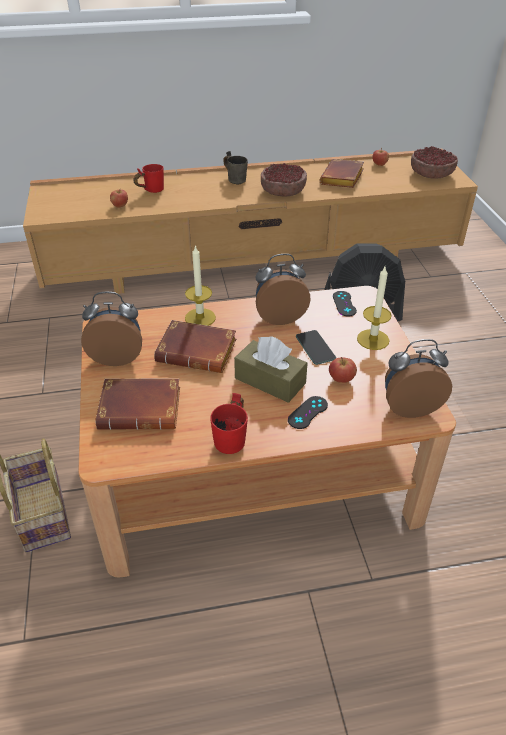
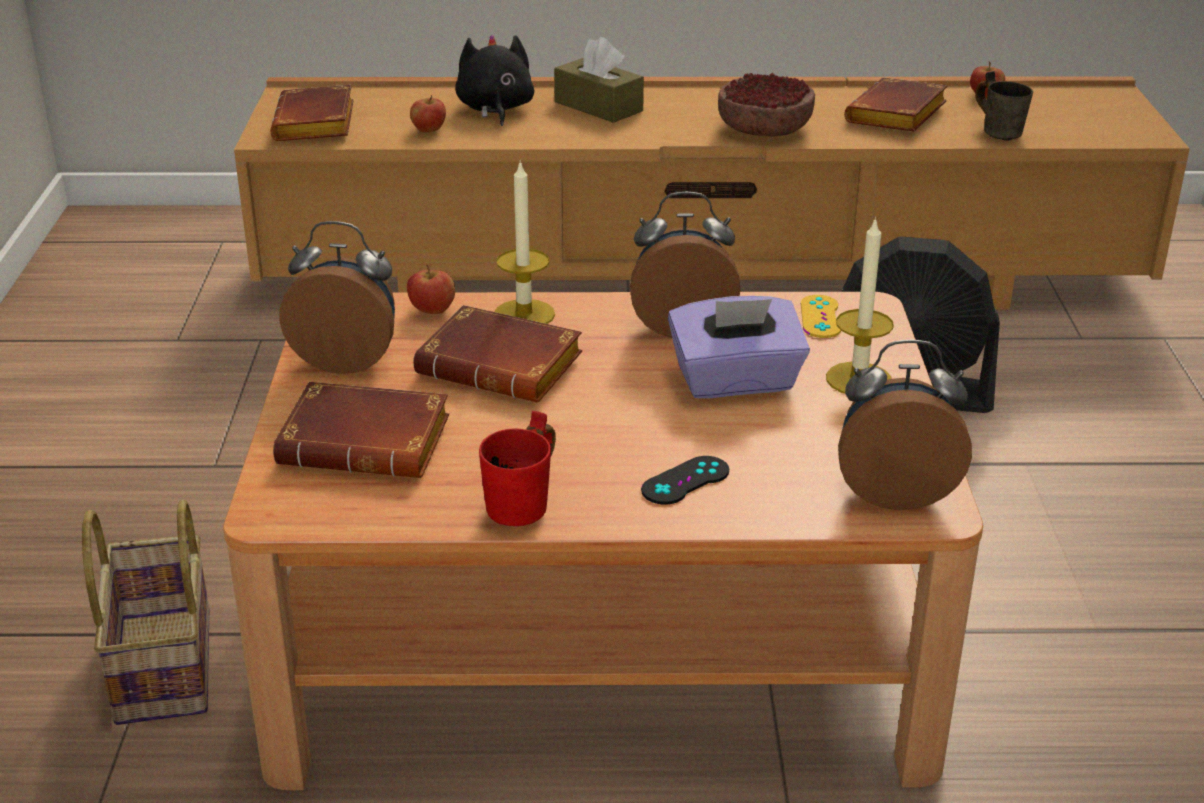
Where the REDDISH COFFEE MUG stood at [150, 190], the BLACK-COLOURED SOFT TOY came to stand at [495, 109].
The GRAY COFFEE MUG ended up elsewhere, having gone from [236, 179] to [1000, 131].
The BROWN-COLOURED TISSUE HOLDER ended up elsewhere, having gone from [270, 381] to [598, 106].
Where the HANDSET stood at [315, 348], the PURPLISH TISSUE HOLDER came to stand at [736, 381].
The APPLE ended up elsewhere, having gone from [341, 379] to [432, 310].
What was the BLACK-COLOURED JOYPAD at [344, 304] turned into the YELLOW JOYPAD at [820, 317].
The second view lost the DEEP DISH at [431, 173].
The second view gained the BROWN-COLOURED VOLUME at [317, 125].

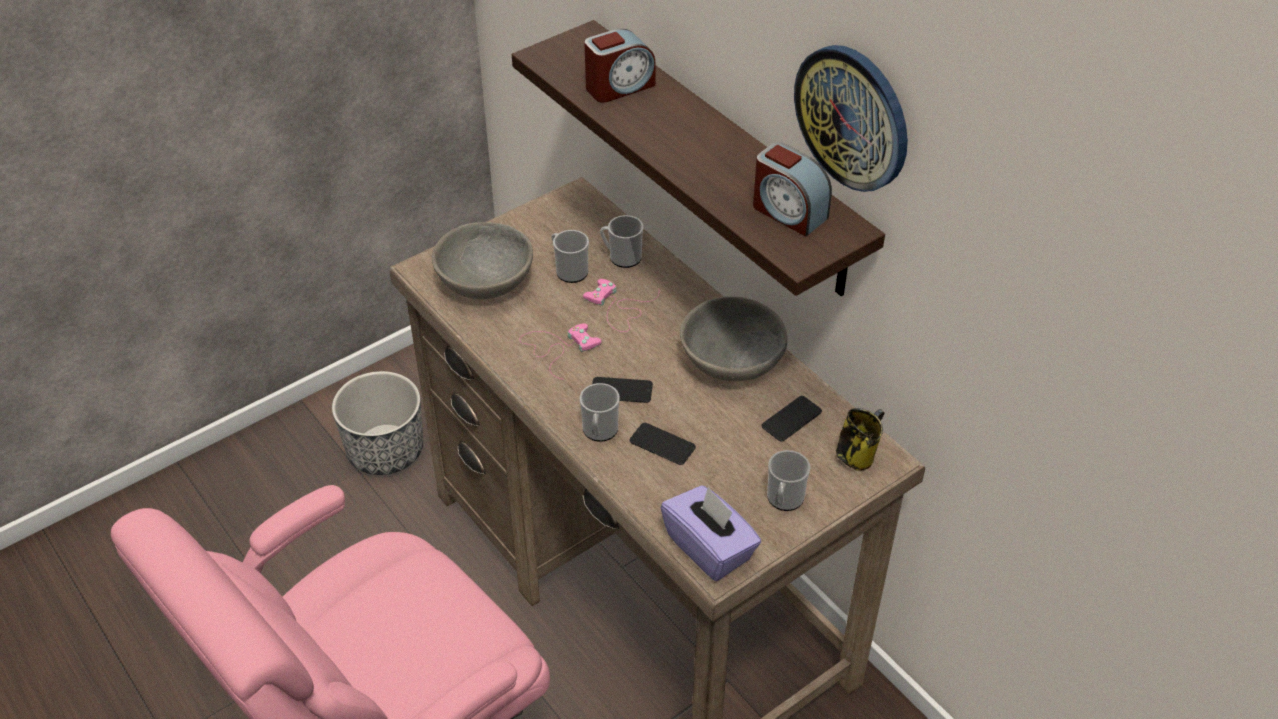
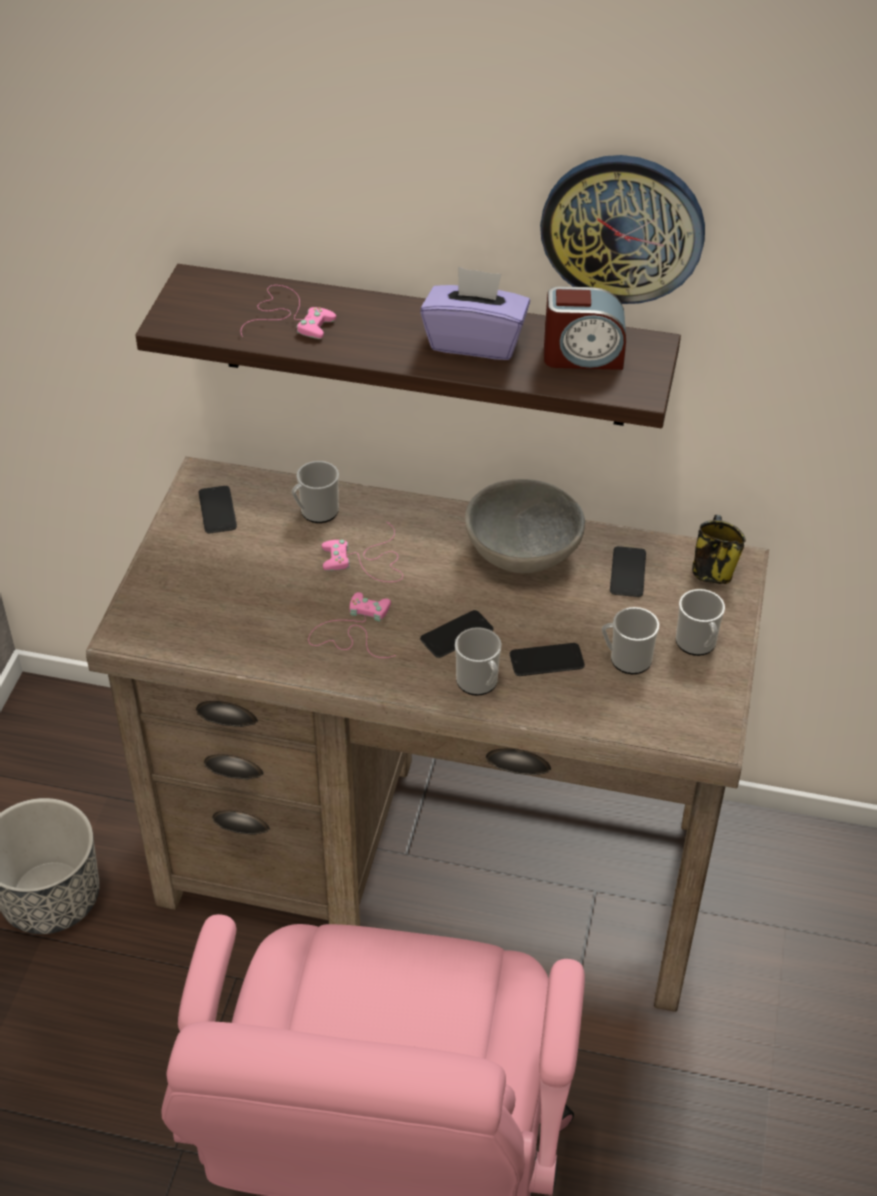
The second view lost the GRAY DEEP DISH at [486, 281].
The COFFEE MUG ended up elsewhere, having gone from [569, 270] to [626, 659].
Where the TABLE CLOCK stood at [619, 86], the PINKISH JOYPAD came to stand at [288, 316].
The PURPLISH TISSUE HOLDER ended up elsewhere, having gone from [709, 548] to [475, 341].
The second view gained the HANDSET at [217, 510].

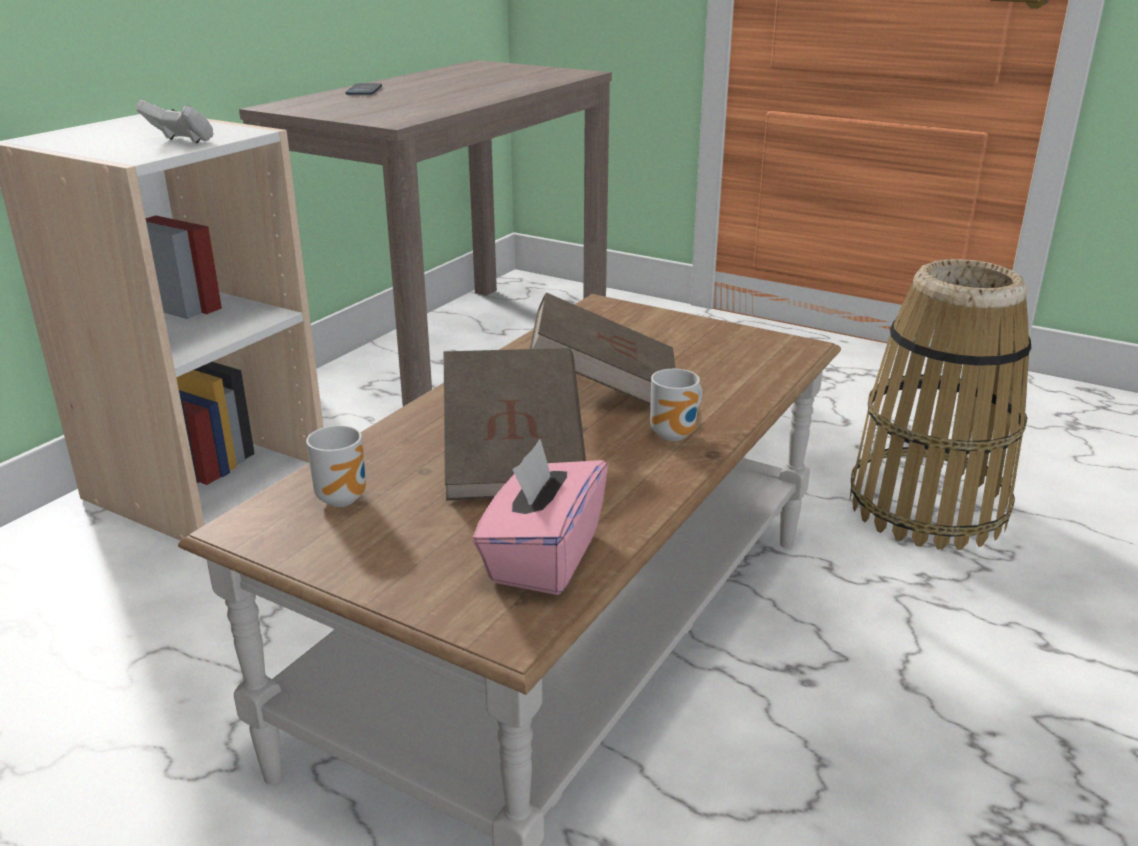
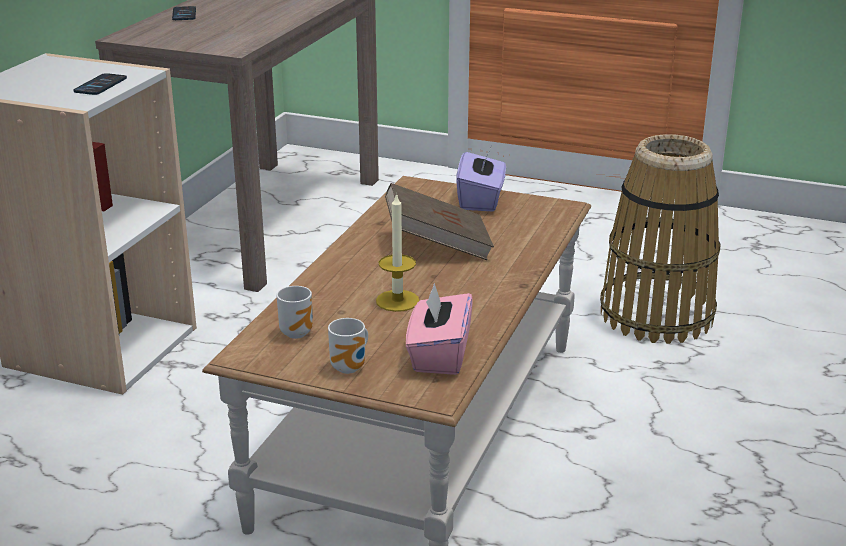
Where the WHITISH JOYPAD stood at [181, 141], the HANDSET came to stand at [100, 85].
Where the BROWN-COLOURED VOLUME stood at [514, 461], the WAX CANDLE came to stand at [397, 301].
The COFFEE MUG ended up elsewhere, having gone from [676, 435] to [351, 368].
The second view gained the PURPLISH TISSUE HOLDER at [481, 200].

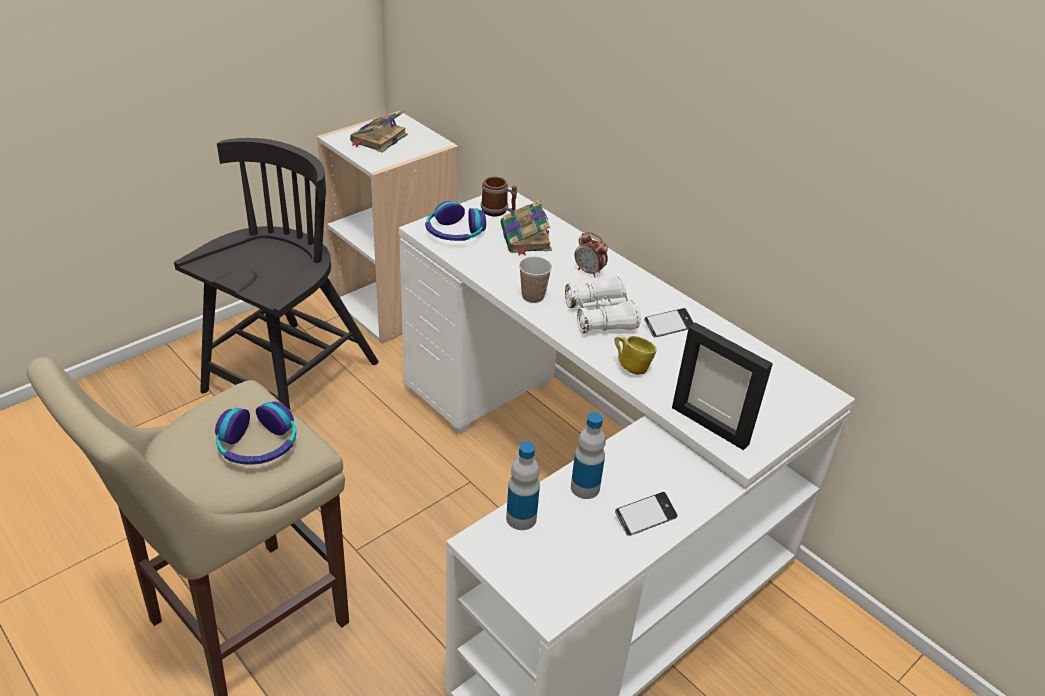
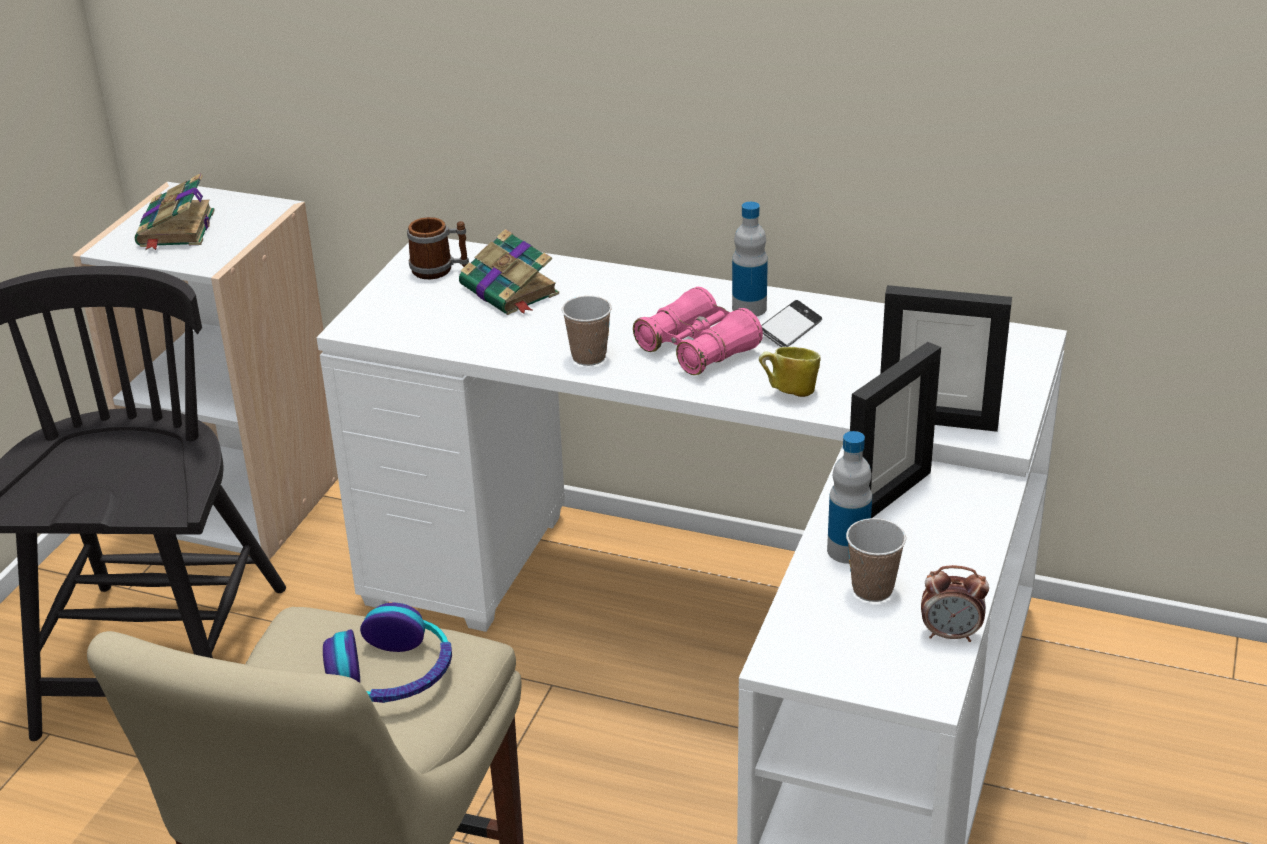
The second view lost the PAIR OF HEADPHONES at [455, 233].
The DRINK BOTTLE ended up elsewhere, having gone from [521, 518] to [749, 308].
What was the WHITISH PAIR OF BINOCULARS at [600, 316] turned into the PINKISH PAIR OF BINOCULARS at [697, 349].
The TABLE CLOCK ended up elsewhere, having gone from [589, 272] to [951, 634].
The second view lost the HANDSET at [645, 517].
The second view gained the CUP at [872, 589].
The second view gained the STANDING FRAME at [886, 496].

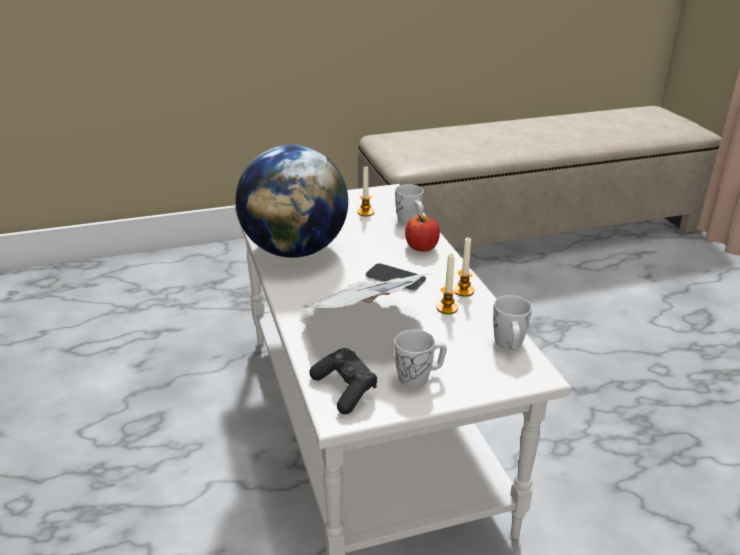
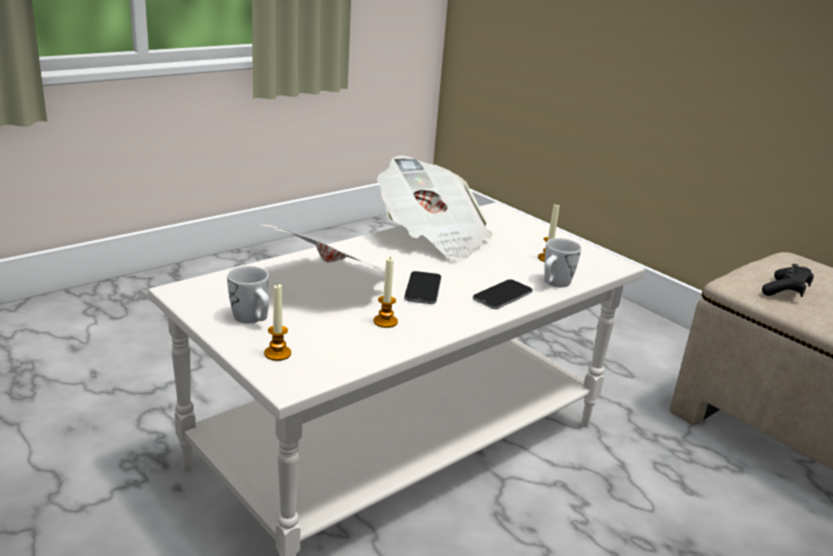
Where the WORLD GLOBE stood at [294, 250], the PRINTED PAPER came to stand at [433, 237].
The BLACK-COLOURED JOYPAD ended up elsewhere, having gone from [345, 389] to [785, 291].
Where the APPLE stood at [422, 247], the HANDSET came to stand at [502, 295].
The WAX CANDLE ended up elsewhere, having gone from [463, 291] to [277, 353].
The second view lost the WHITISH COFFEE MUG at [509, 345].

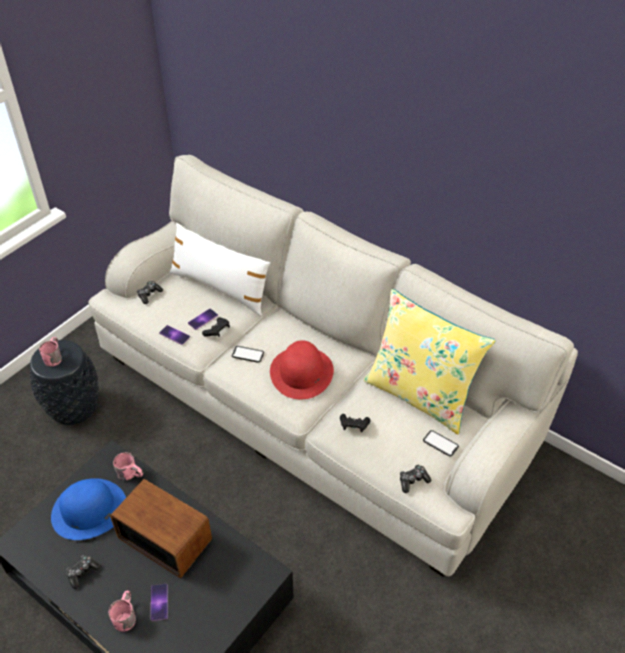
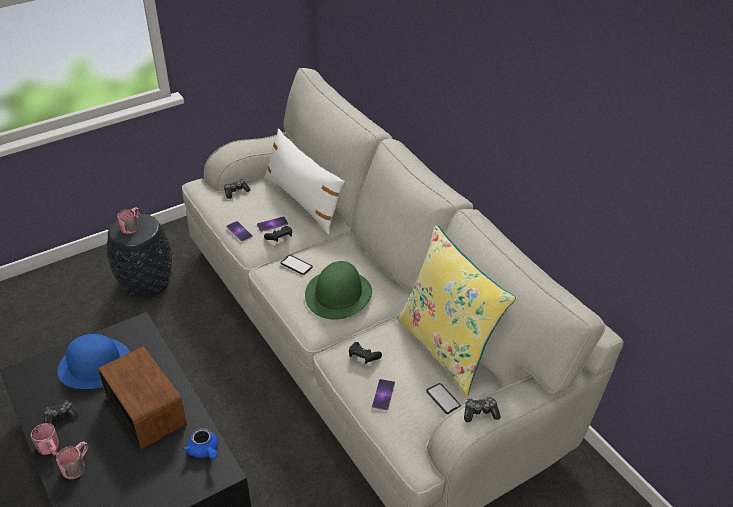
The PINKISH COFFEE MUG ended up elsewhere, having gone from [131, 473] to [52, 448].
The HANDSET ended up elsewhere, having gone from [159, 602] to [383, 394].
What was the REDDISH WEARABLE HAT at [301, 372] turned into the GREEN WEARABLE HAT at [338, 294].
The JOYPAD ended up elsewhere, having gone from [413, 481] to [480, 413].
The second view gained the BLUISH TEAPOT at [204, 451].

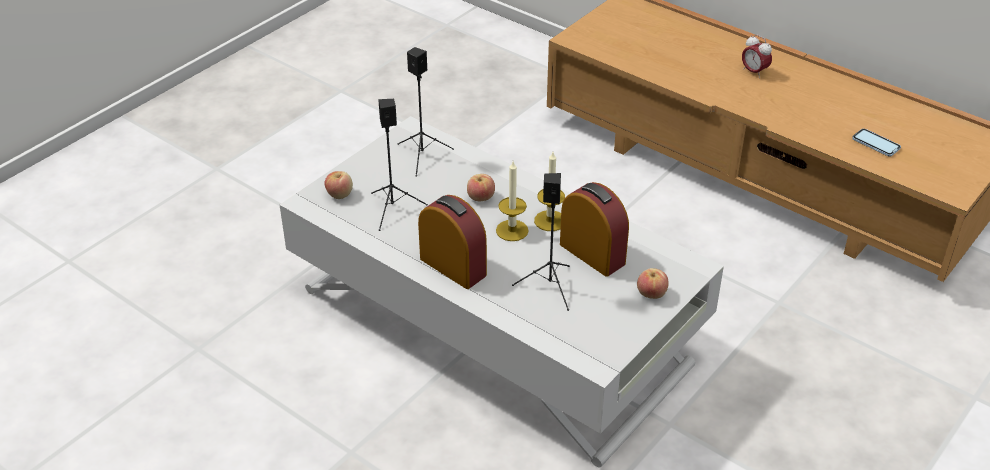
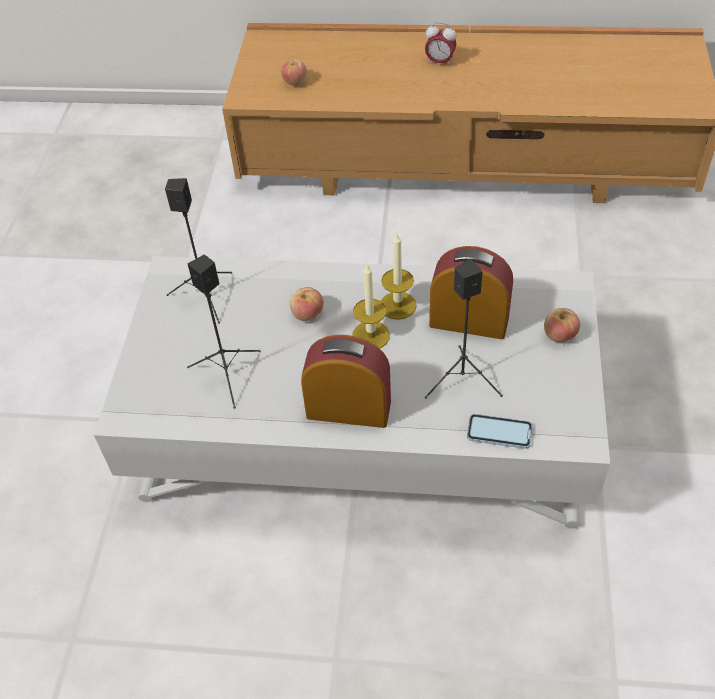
The APPLE ended up elsewhere, having gone from [339, 194] to [295, 82].
The HANDSET ended up elsewhere, having gone from [875, 144] to [499, 432].

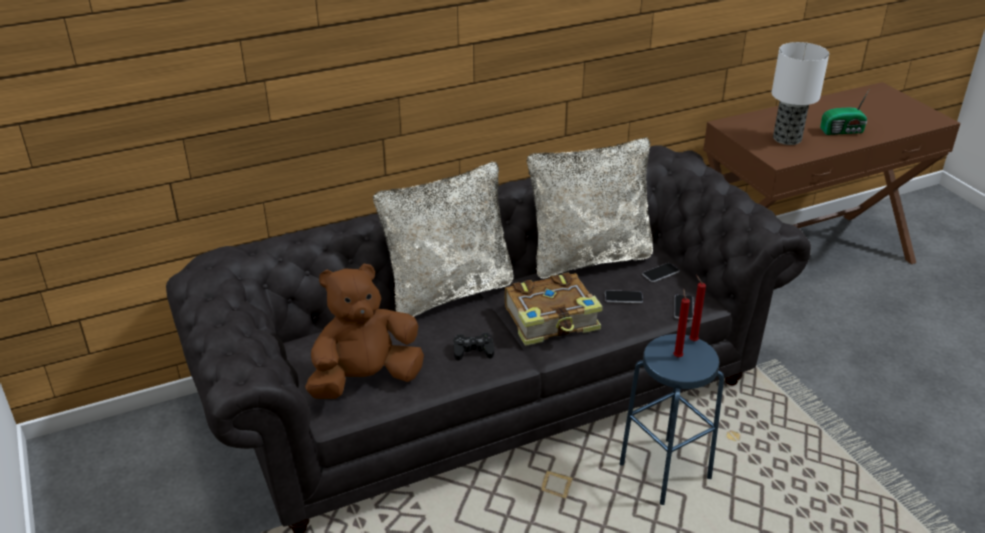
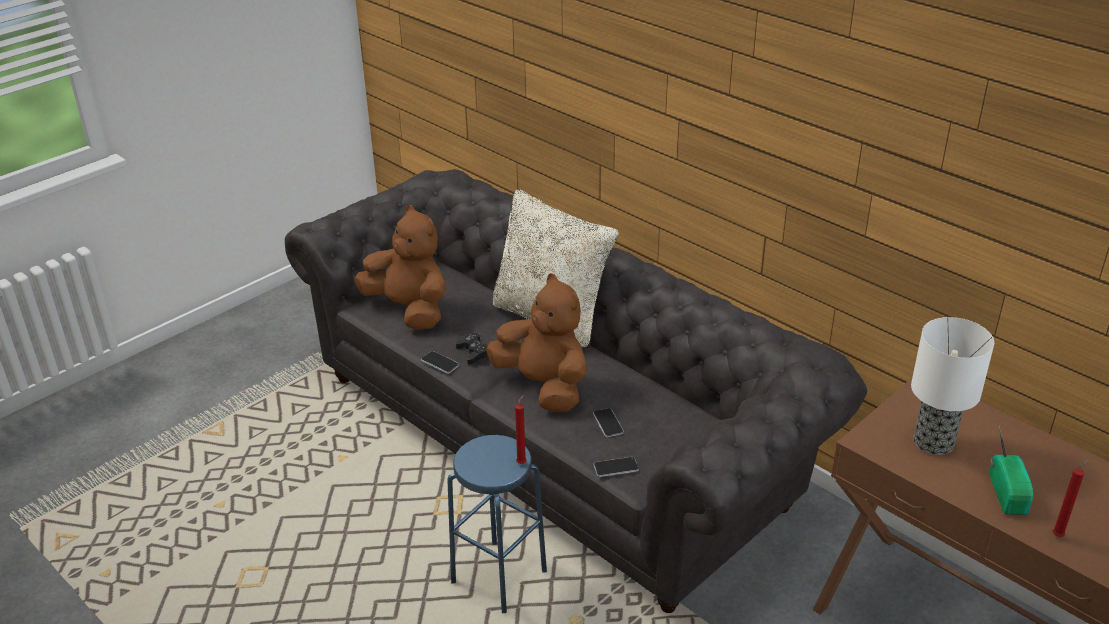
Where the VOLUME stood at [552, 320], the BROWN-COLOURED SOFT TOY came to stand at [544, 386].
The second view lost the SAND-COLOURED THROW PILLOW at [591, 260].
The HANDSET ended up elsewhere, having gone from [660, 273] to [440, 363].
The REDDISH WAX CANDLE ended up elsewhere, having gone from [677, 356] to [1059, 535].
The RADIO at [843, 131] ended up facing another way, 150 degrees counterclockwise from before.

